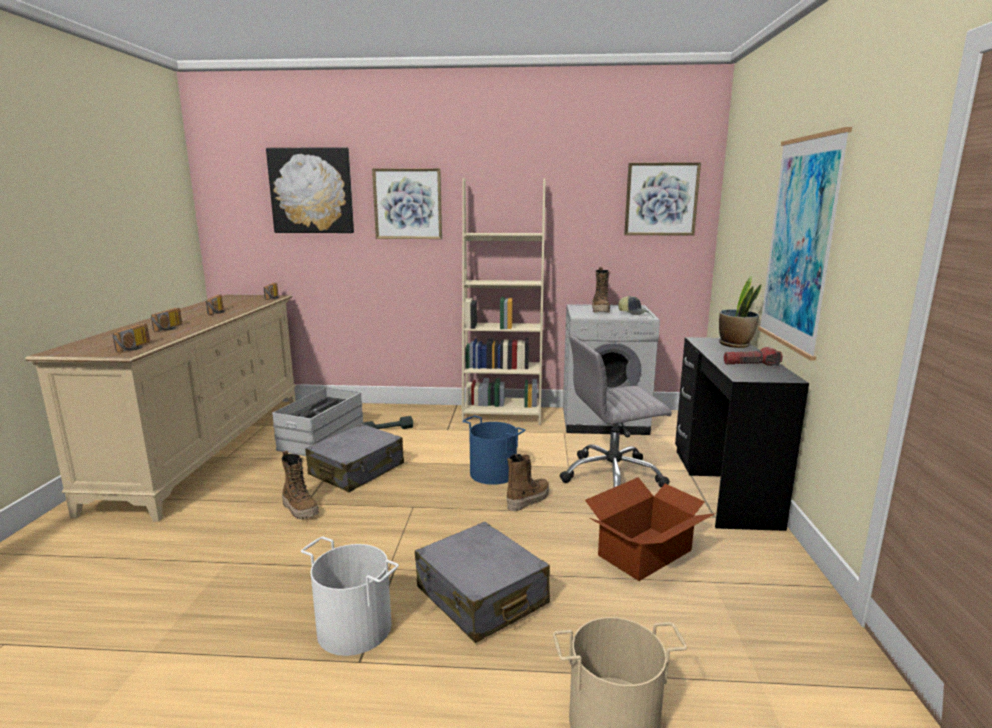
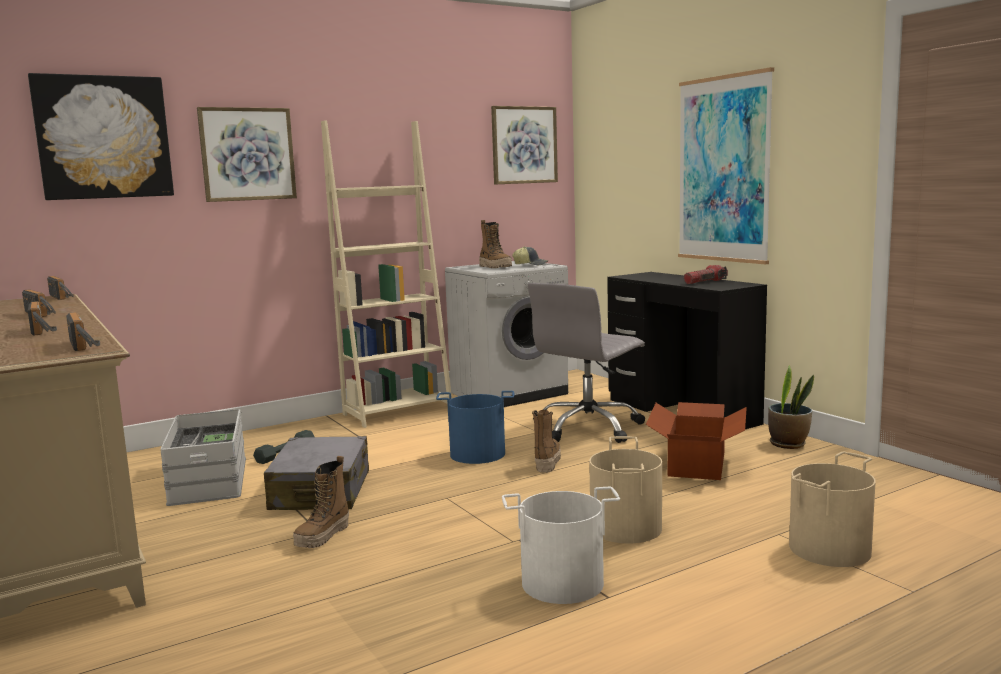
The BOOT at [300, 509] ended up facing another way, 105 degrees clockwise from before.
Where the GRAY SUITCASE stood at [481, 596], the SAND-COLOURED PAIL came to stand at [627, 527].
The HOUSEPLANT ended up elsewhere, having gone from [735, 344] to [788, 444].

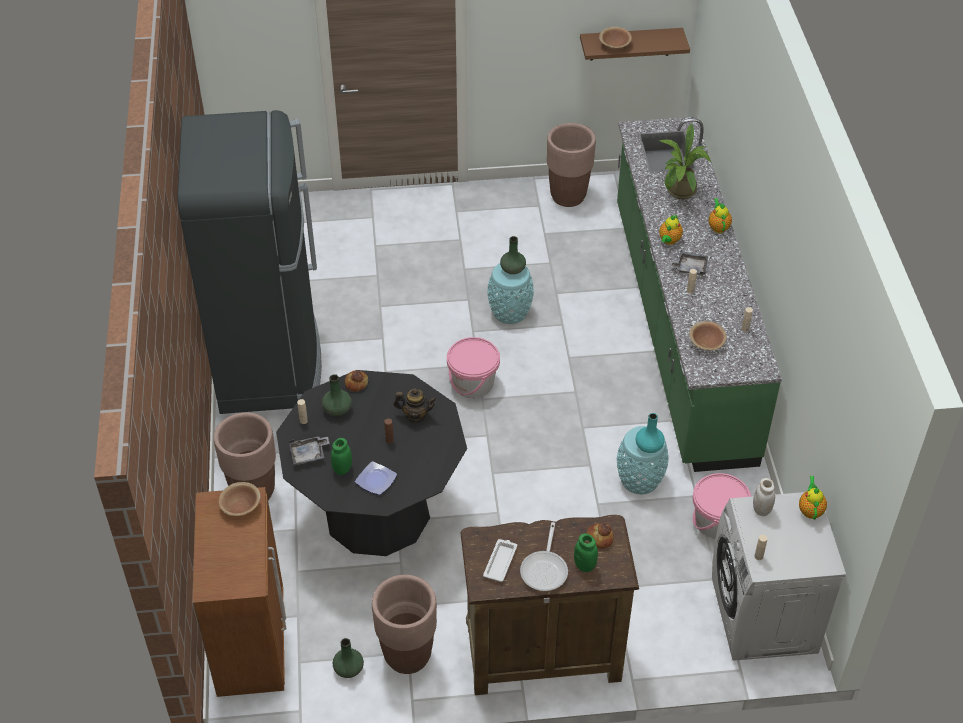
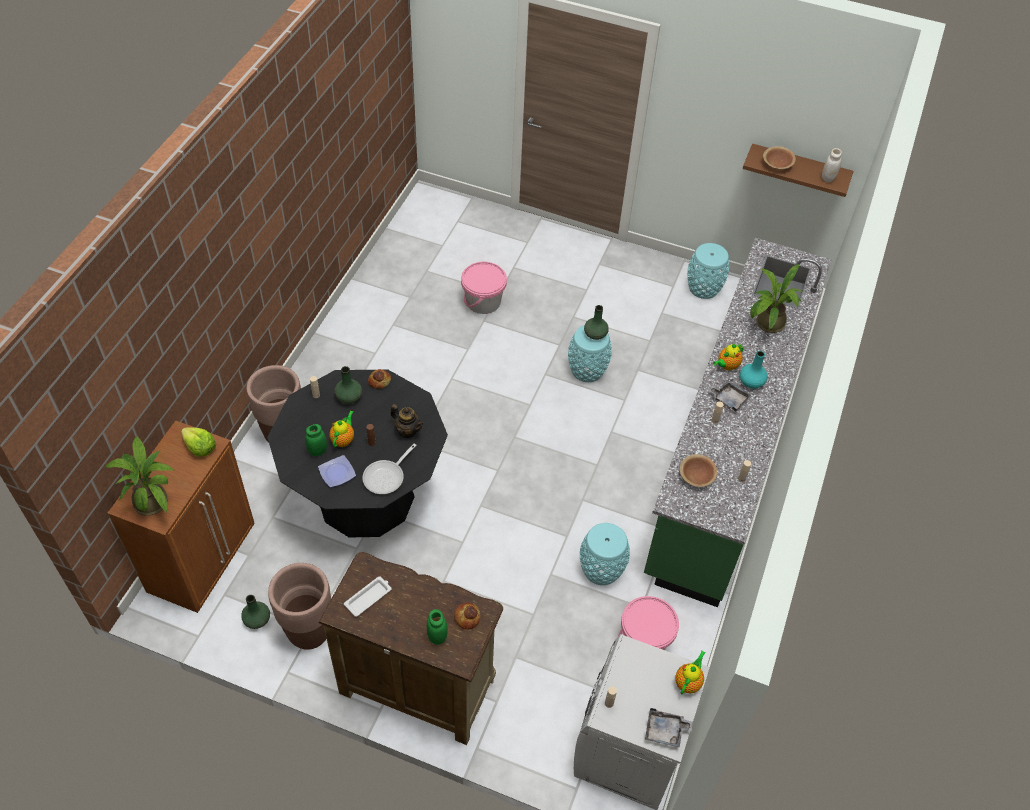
The second view lost the BLACK-COLOURED REFRIGERATOR at [269, 364].
Where the BROWN-COLOURED DEEP DISH stood at [240, 506], the LETTUCE HEAD came to stand at [200, 447].
The GRAY SERVING TRAY ended up elsewhere, having gone from [309, 454] to [665, 731].
The PINKISH PAIL ended up elsewhere, having gone from [473, 383] to [483, 301].
The PAN ended up elsewhere, having gone from [545, 569] to [386, 477].
Where the BROWN-COLOURED FLOWER POT stood at [568, 196], the BLUE-GREEN SITTING STOOL came to stand at [703, 288].
The BLUE-GREEN VASE ended up elsewhere, having gone from [649, 446] to [751, 382].
The TEAPOT ended up elsewhere, having gone from [718, 227] to [343, 439].
The WHITISH PRESERVE JAR ended up elsewhere, having gone from [761, 509] to [828, 178].
The second view gained the HOUSEPLANT at [152, 498].

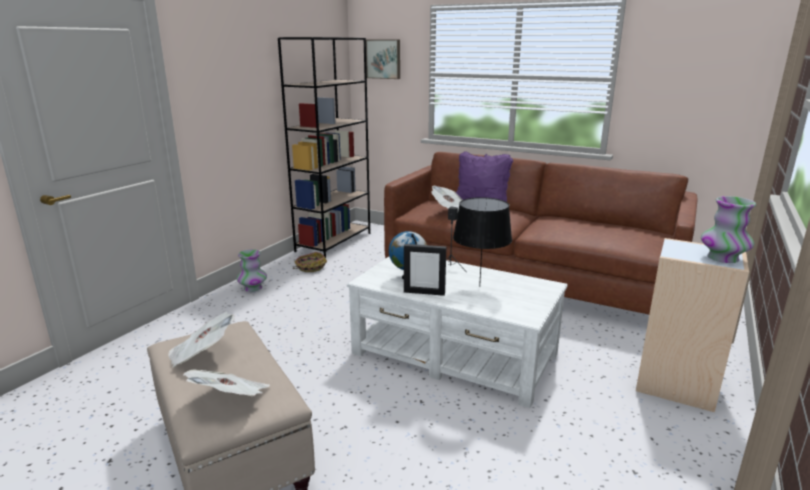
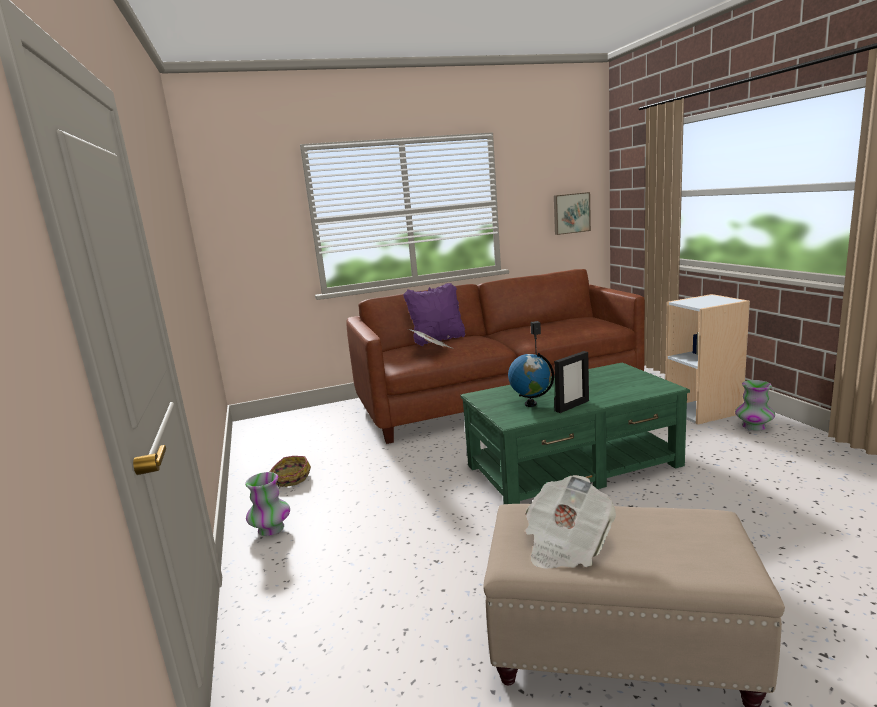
The second view lost the PRINTED PAPER at [231, 400].
The second view lost the SAND-COLOURED SHELVING UNIT at [334, 242].
What was the WHITISH COFFEE TABLE at [454, 354] turned into the GREEN COFFEE TABLE at [574, 466].
The WALL ART ended up elsewhere, having gone from [383, 59] to [571, 213].
The second view lost the BLACK-COLOURED LAMP FOR A TABLE at [479, 287].
The VASE ended up elsewhere, having gone from [722, 258] to [754, 426].

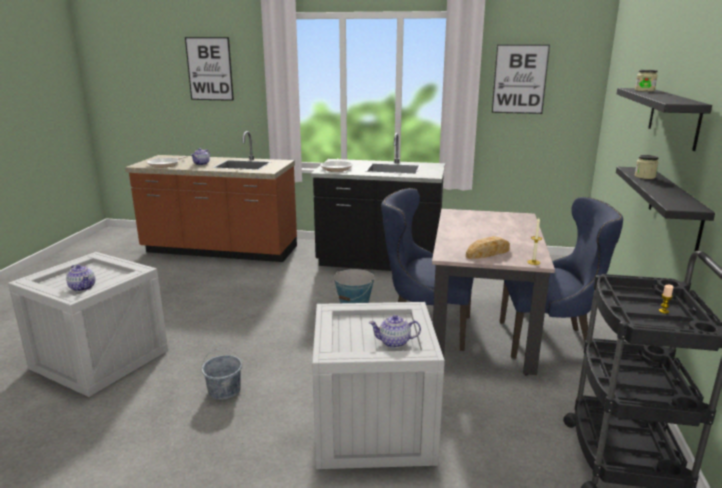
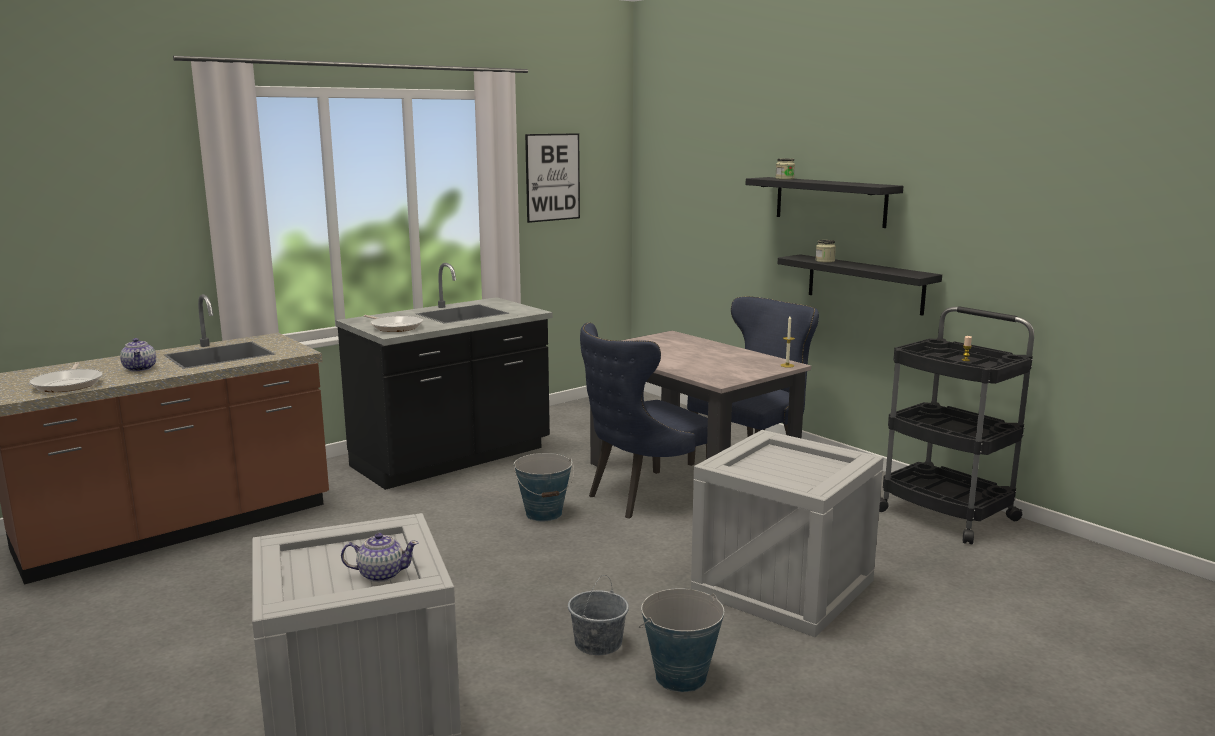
The second view lost the WALL ART at [209, 69].
The second view lost the TEAPOT at [394, 342].
The second view lost the BAKED BREAD at [487, 253].
The second view gained the PAIL at [680, 677].

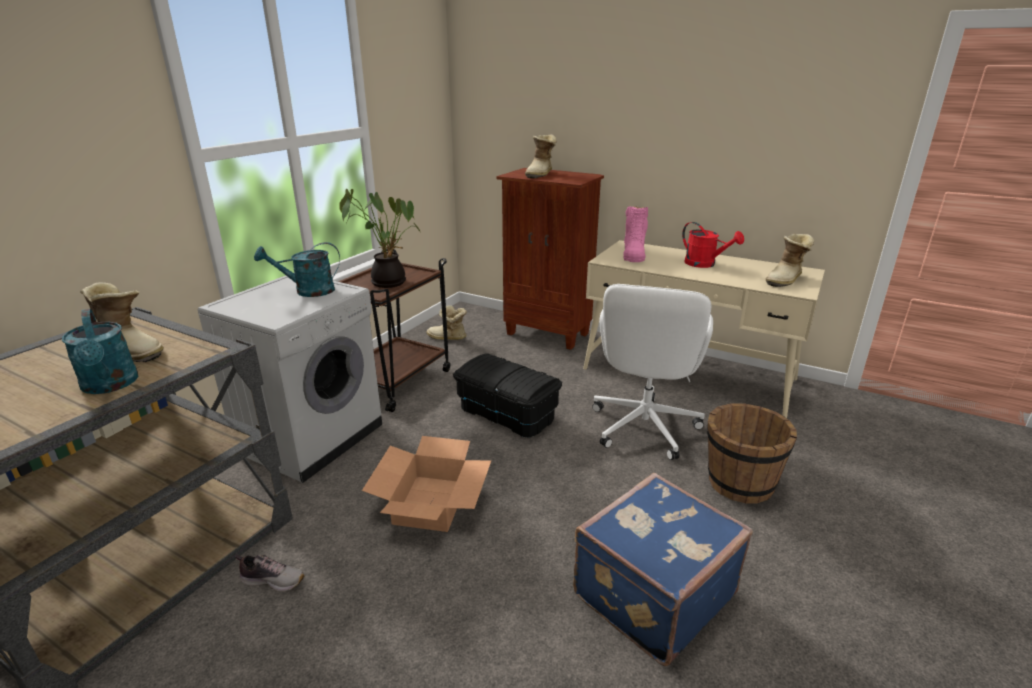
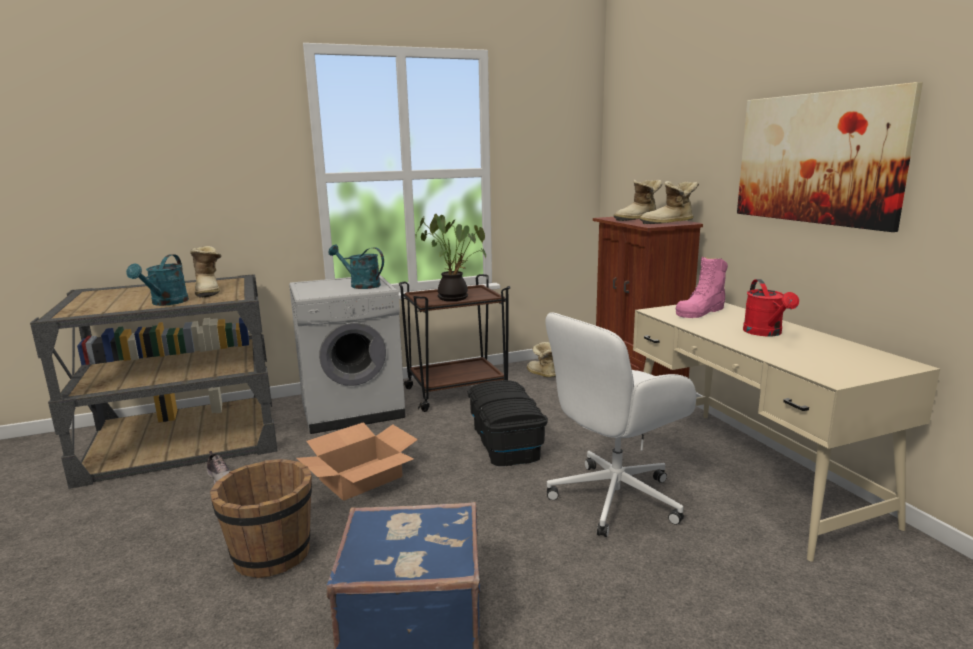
The BROWN-COLOURED PAIL ended up elsewhere, having gone from [739, 483] to [271, 554].
The BOOT ended up elsewhere, having gone from [786, 280] to [669, 223].
The second view gained the WALL ART at [817, 158].

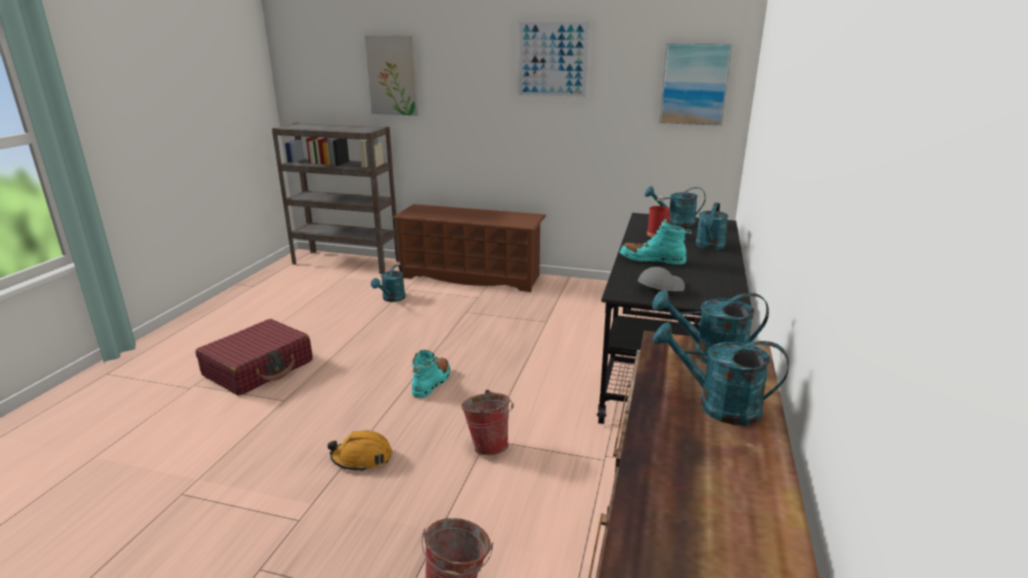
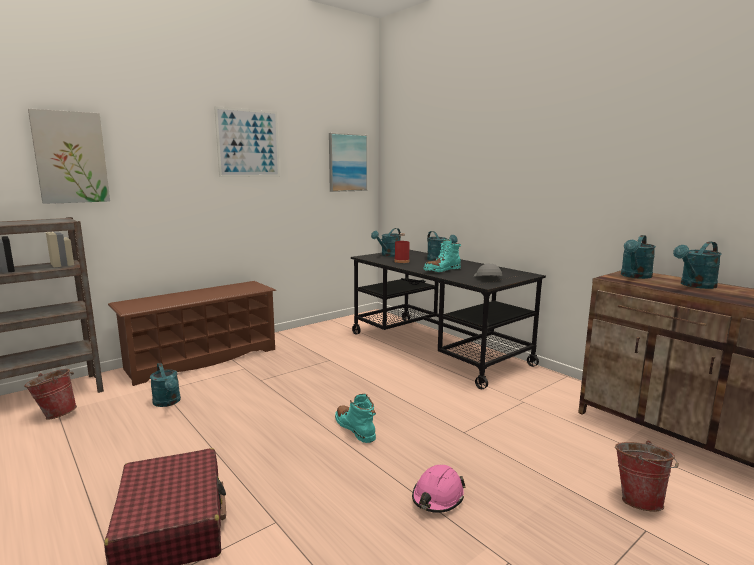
What was the ORANGE WORK HELMET at [362, 458] turned into the PINKISH WORK HELMET at [437, 497].
The PAIL ended up elsewhere, having gone from [488, 444] to [56, 414].

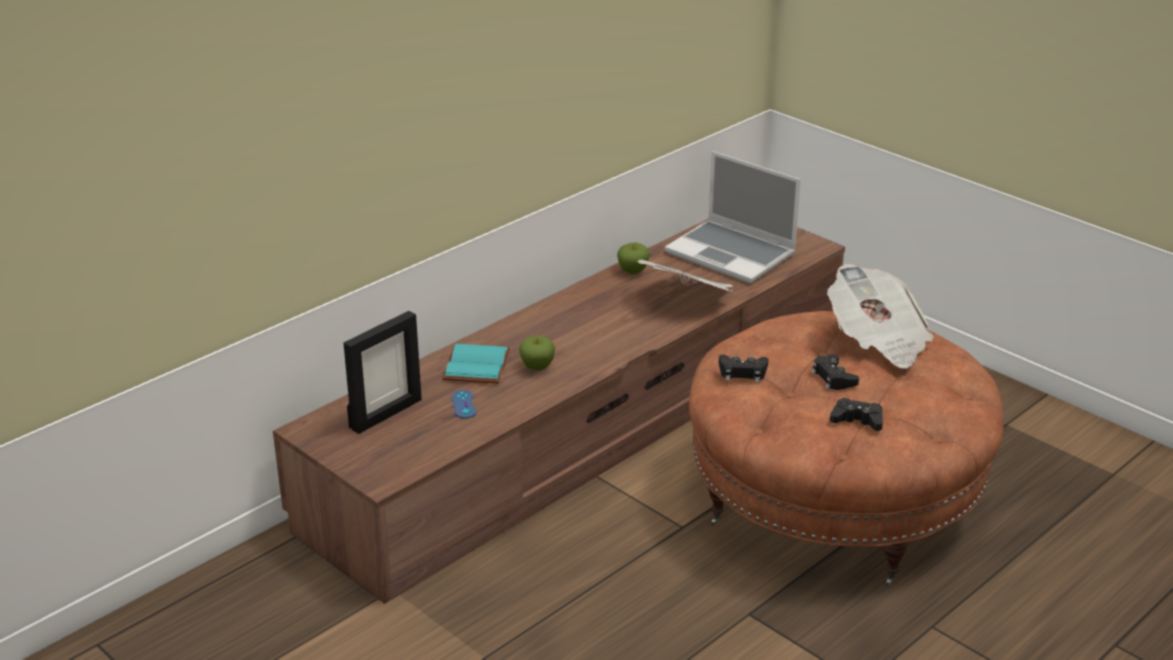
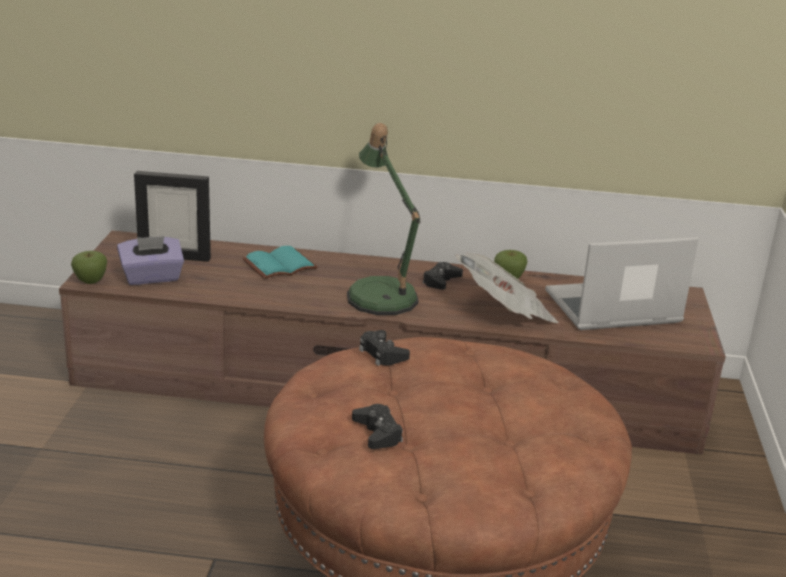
The second view lost the BLUISH JOYPAD at [464, 404].
The APPLE ended up elsewhere, having gone from [537, 367] to [90, 281].
The LAPTOP at [732, 254] ended up facing another way, 75 degrees clockwise from before.
The BLACK-COLOURED JOYPAD ended up elsewhere, having gone from [833, 378] to [441, 281].
The second view lost the PRINTED PAPER at [878, 341].
The second view gained the PURPLISH TISSUE HOLDER at [152, 278].
The second view gained the LAMP FOR A TABLE at [380, 293].

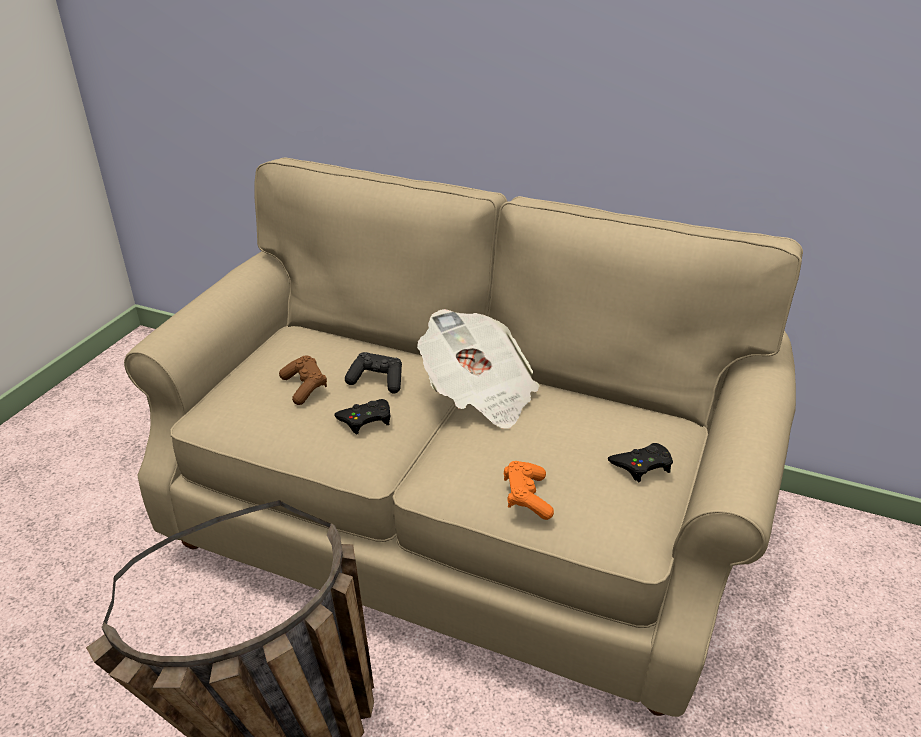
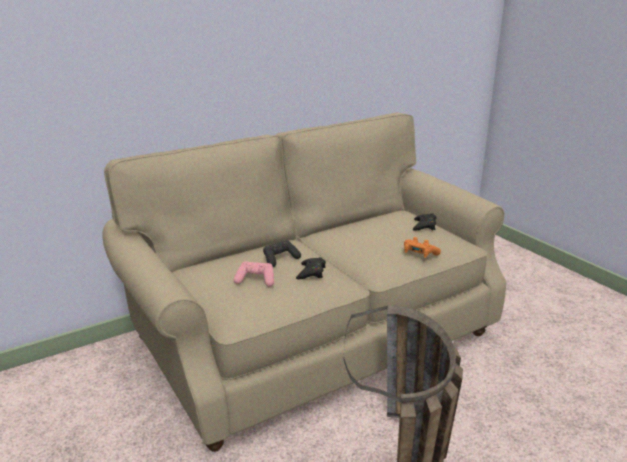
What was the BROWN-COLOURED JOYPAD at [304, 387] turned into the PINKISH JOYPAD at [256, 280].
The second view lost the PRINTED PAPER at [479, 394].

